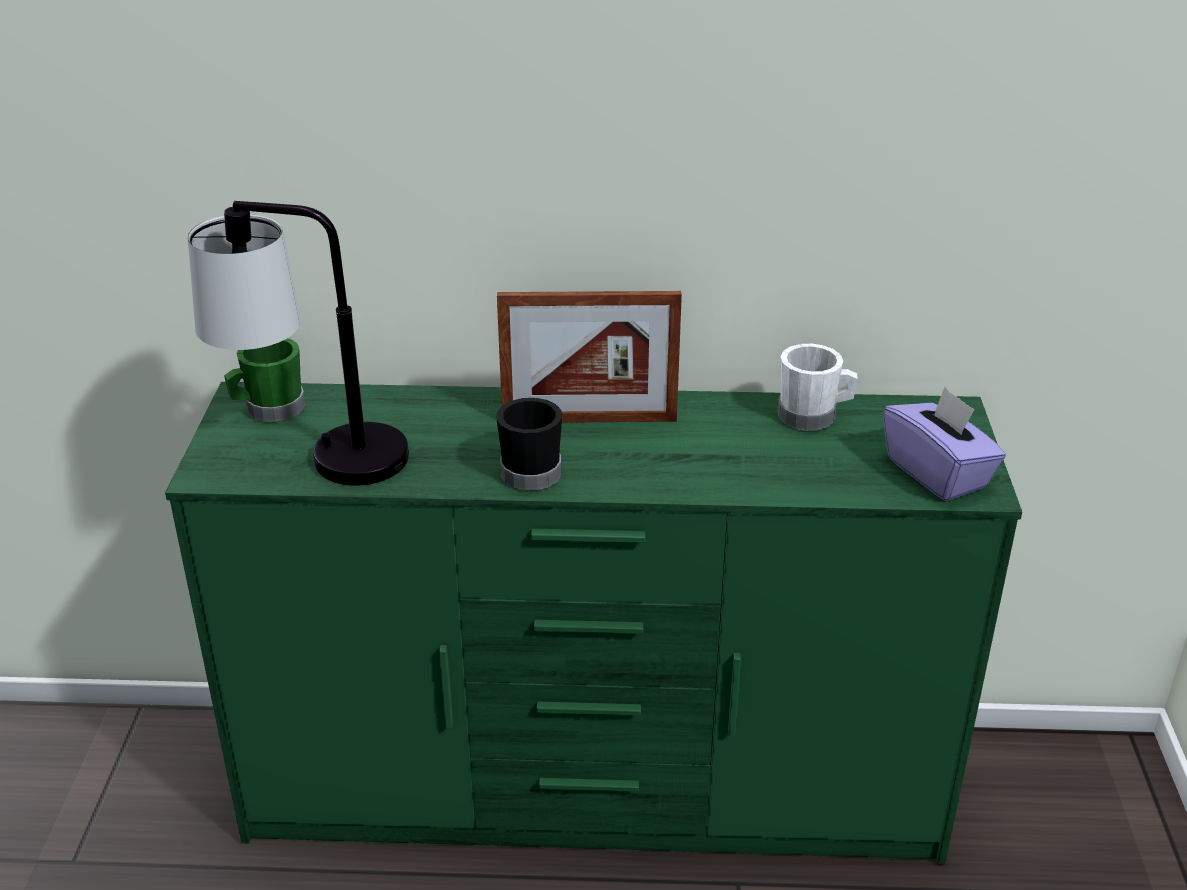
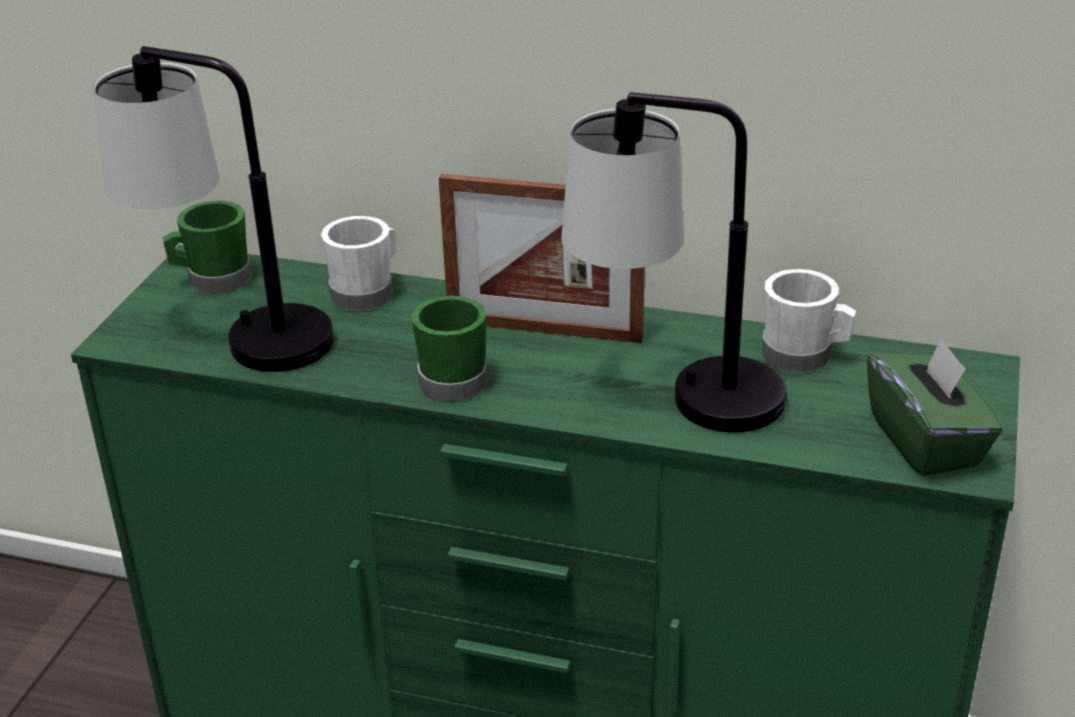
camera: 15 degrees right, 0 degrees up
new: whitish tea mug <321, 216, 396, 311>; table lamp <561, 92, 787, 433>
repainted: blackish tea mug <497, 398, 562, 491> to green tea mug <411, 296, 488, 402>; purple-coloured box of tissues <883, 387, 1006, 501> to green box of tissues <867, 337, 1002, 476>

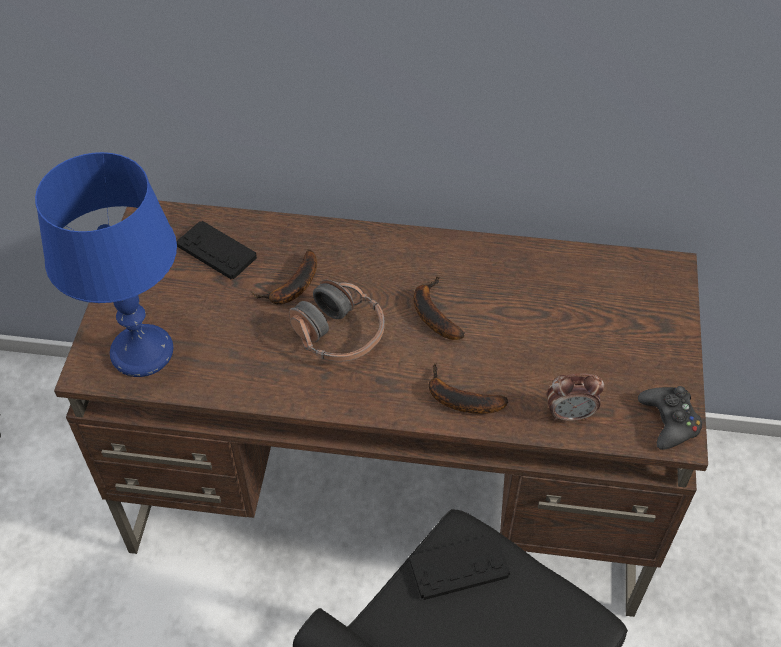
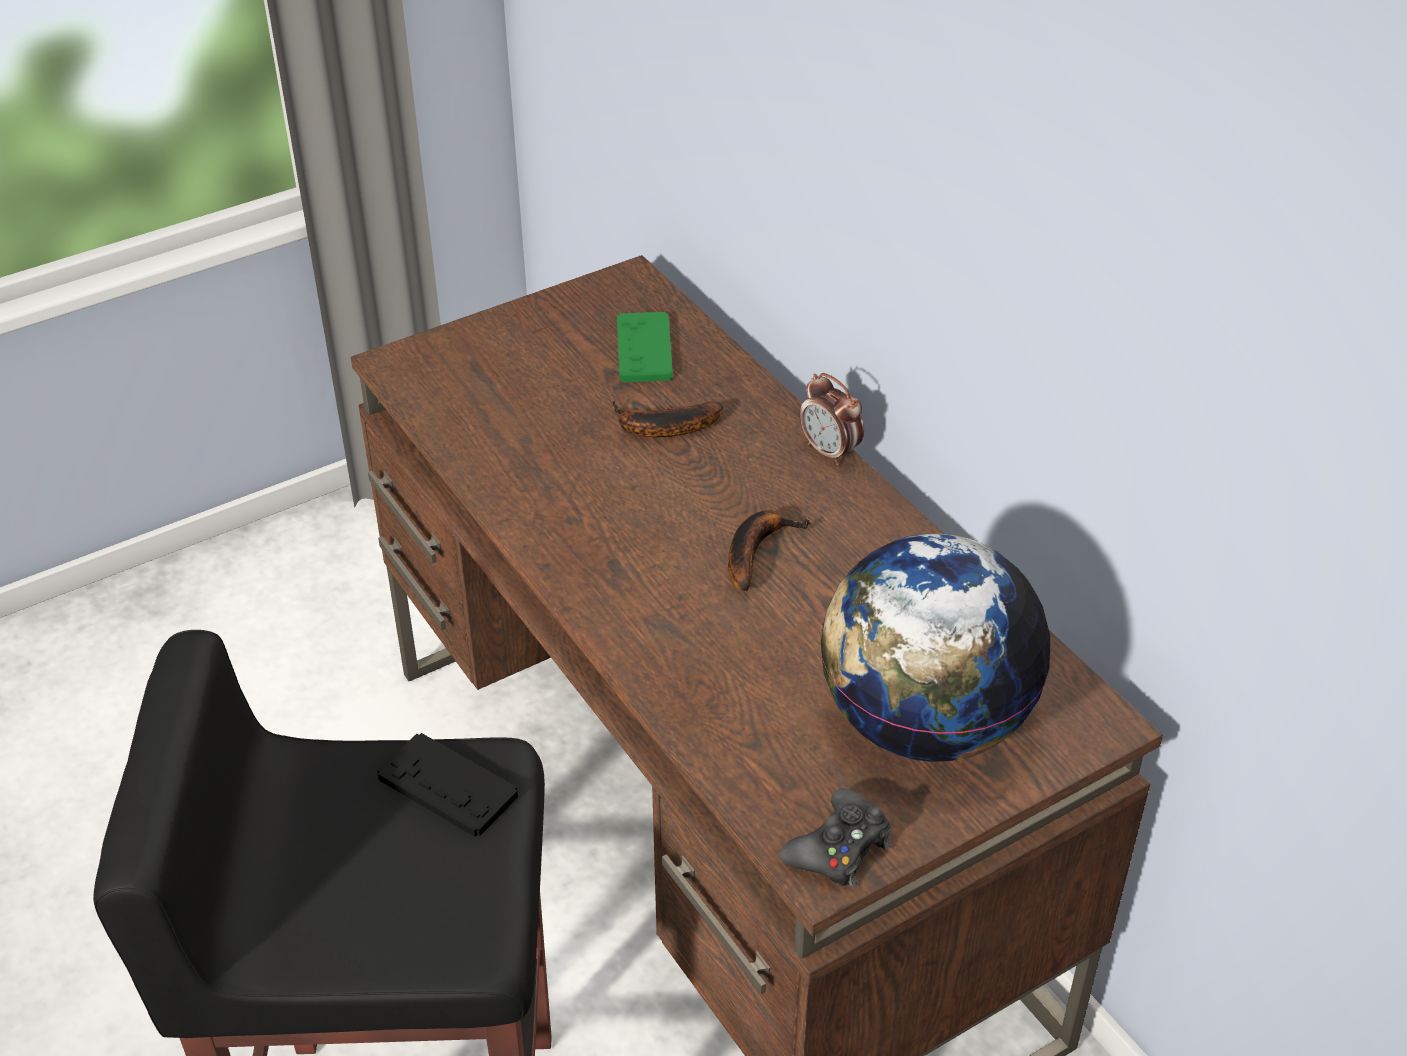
camera: 50 degrees right, 10 degrees down
gone: blue-coloured table lamp <35, 152, 177, 377>; headphones <289, 280, 384, 361>; banana fruit <429, 364, 508, 414>
new: desk globe <820, 533, 1051, 762>
shifted: bedside clock <547, 373, 604, 421> to <799, 373, 864, 466>
repainted: blackish game controller <177, 221, 257, 279> to green game controller <617, 312, 673, 382>

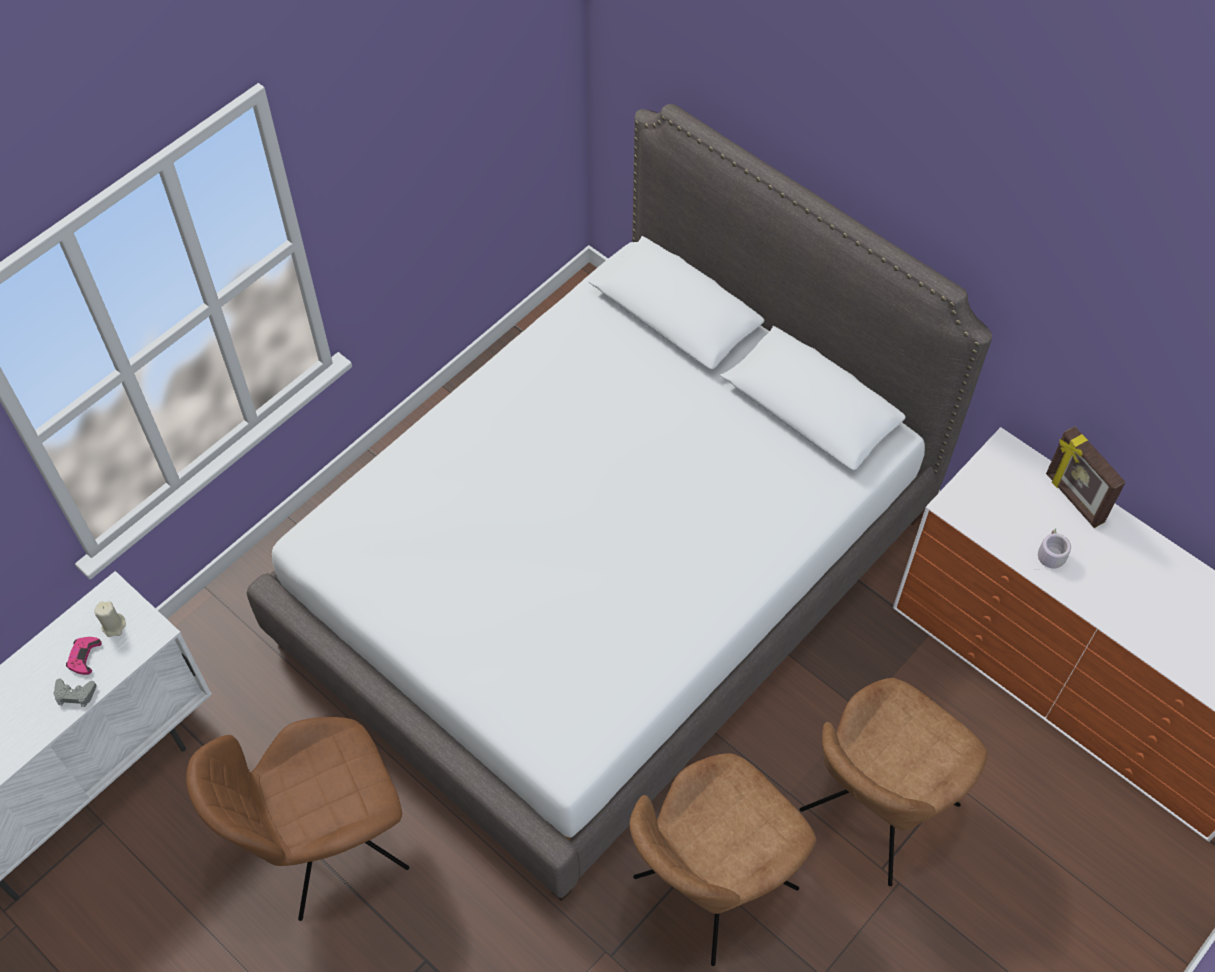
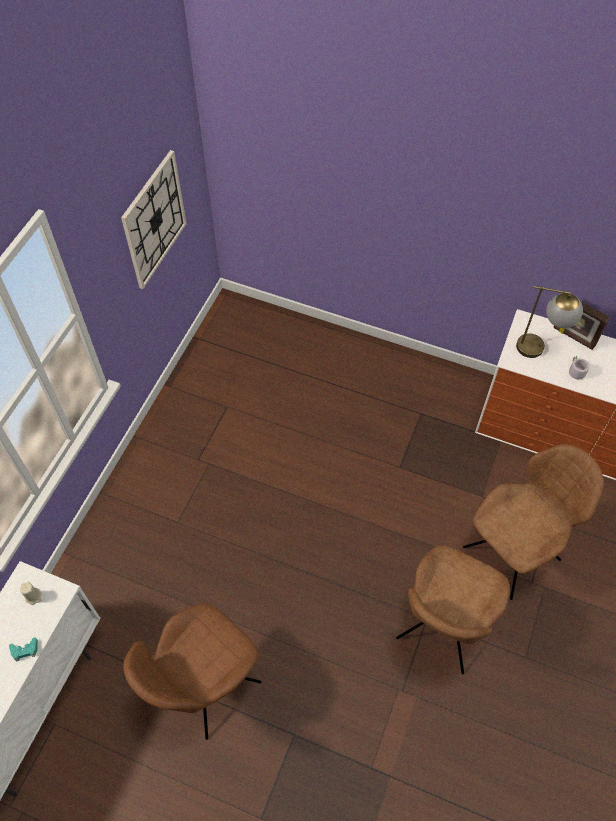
camera: 20 degrees left, 0 degrees up
gone: pinkish game controller <66, 637, 102, 675>; whitish bed <247, 104, 992, 902>
new: hanging clock <121, 150, 187, 289>; table lamp <516, 286, 583, 358>
repainted: grey game controller <54, 679, 96, 707> to turquoise game controller <9, 638, 38, 661>
rotated: brownish upright chair <800, 678, 988, 886> = <463, 444, 604, 600> 150 degrees counterclockwise

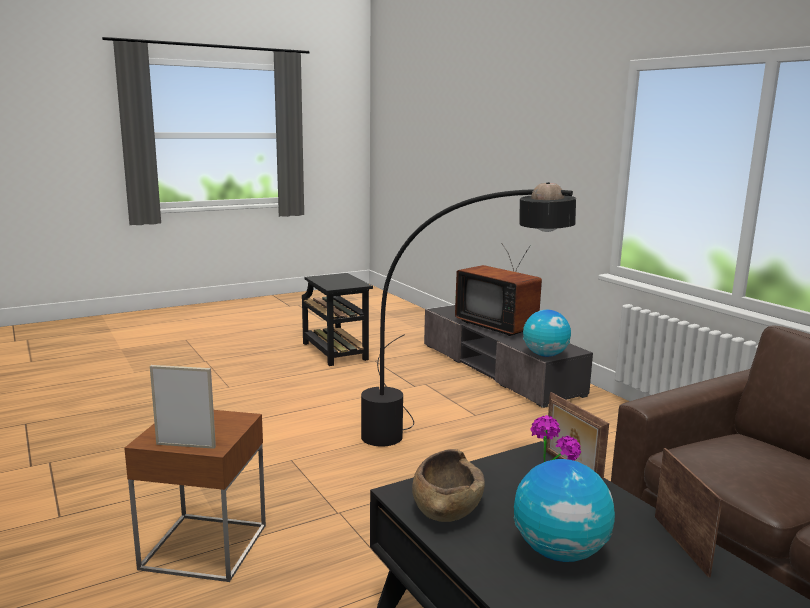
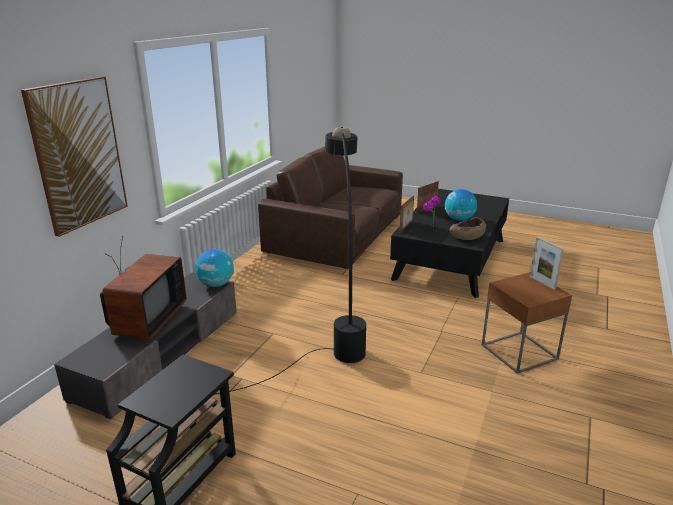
camera: 125 degrees left, 10 degrees up
new: wall picture <21, 76, 128, 237>

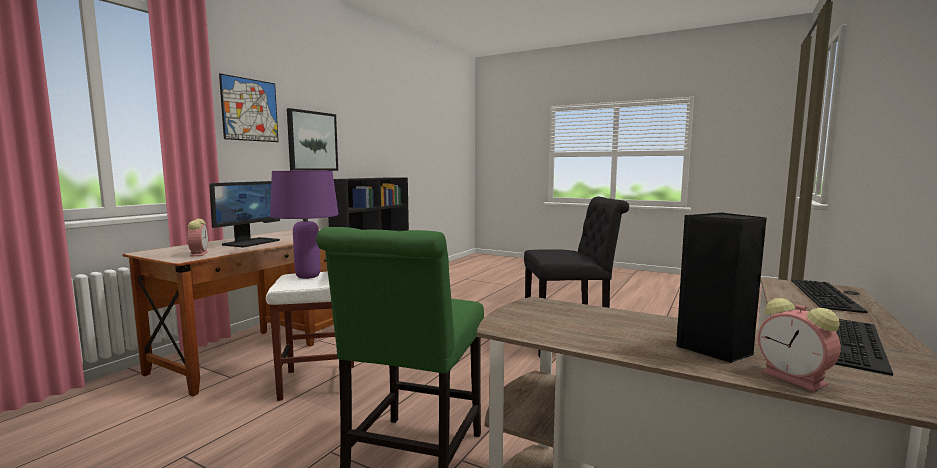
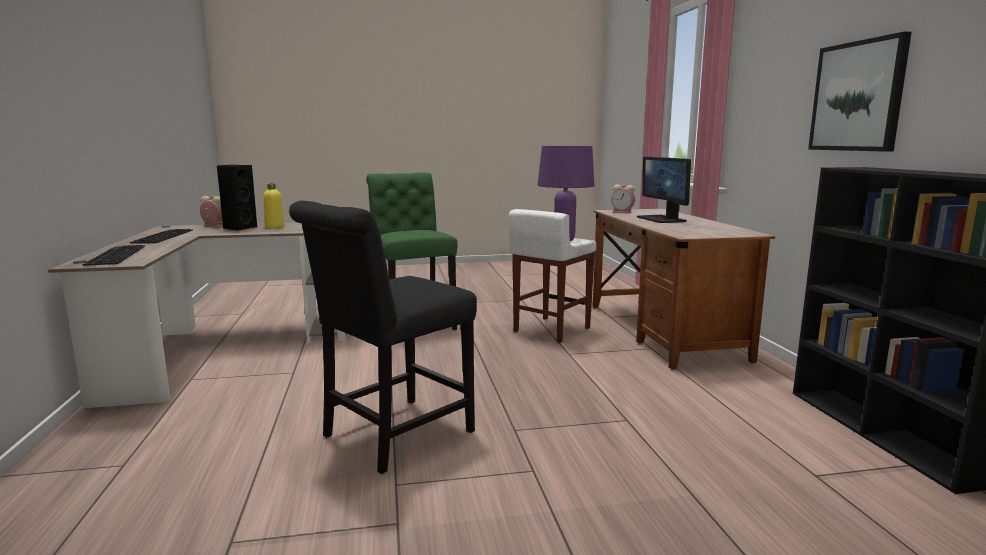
camera: 140 degrees right, 5 degrees up
gone: wall picture <219, 73, 279, 142>
new: yellow-coloured beverage bottle <263, 183, 285, 229>

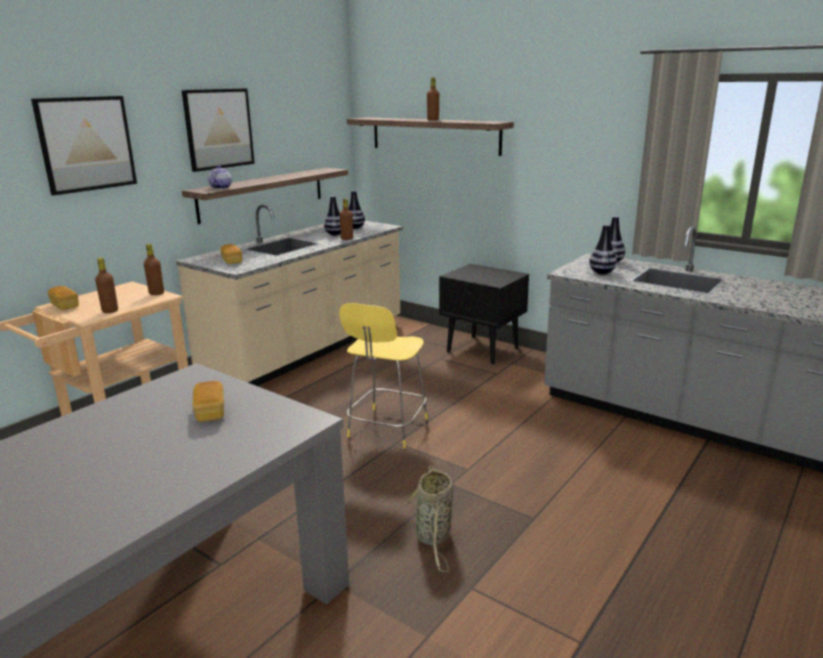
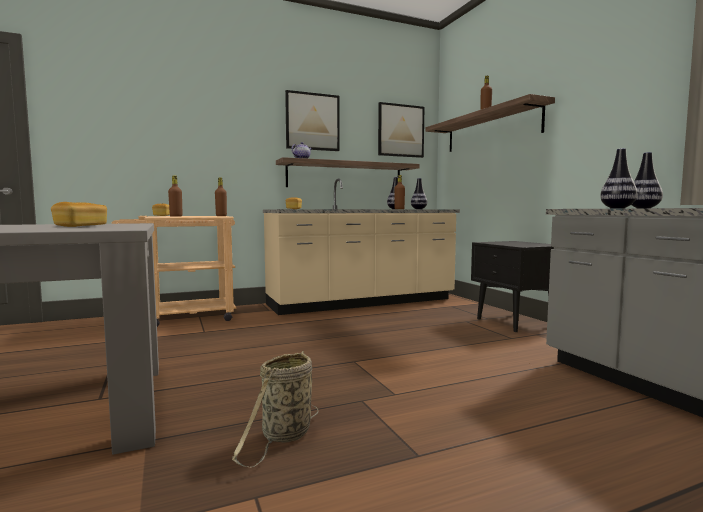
camera: 30 degrees right, 15 degrees down
gone: yellow-coloured sitting stool <339, 303, 428, 448>
shifted: wall picture <31, 96, 137, 196> to <378, 102, 424, 158>

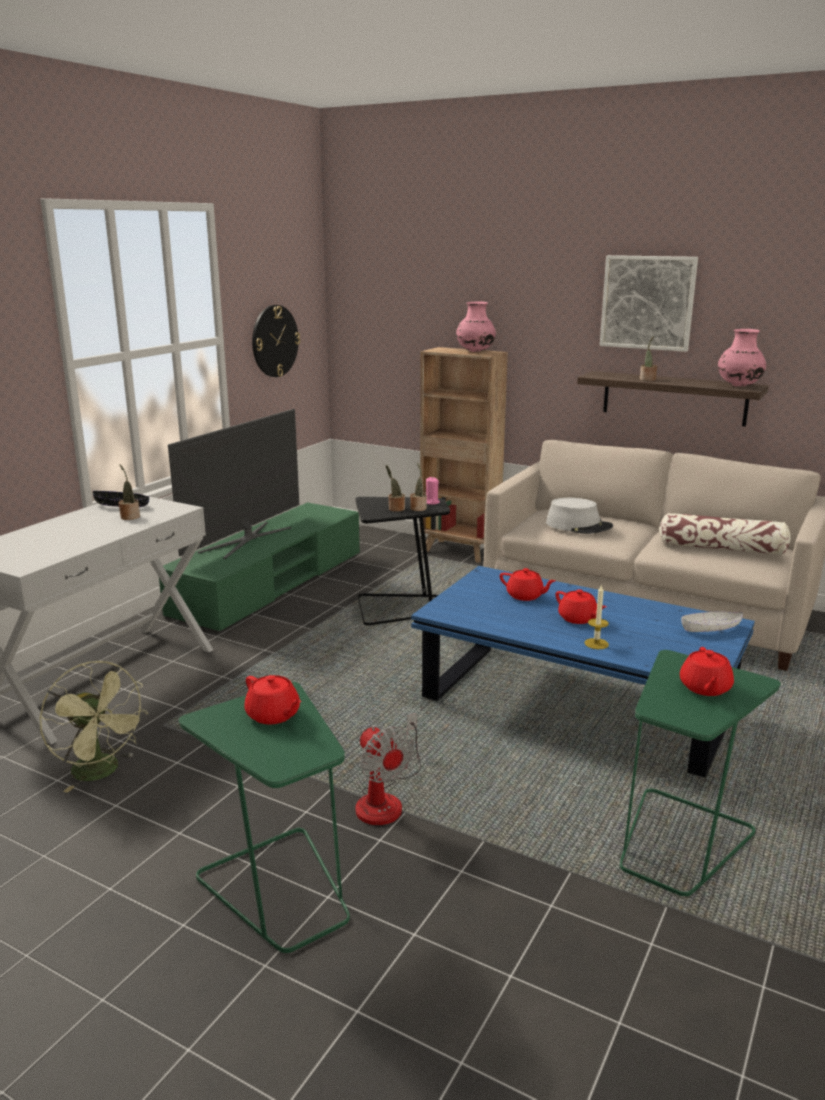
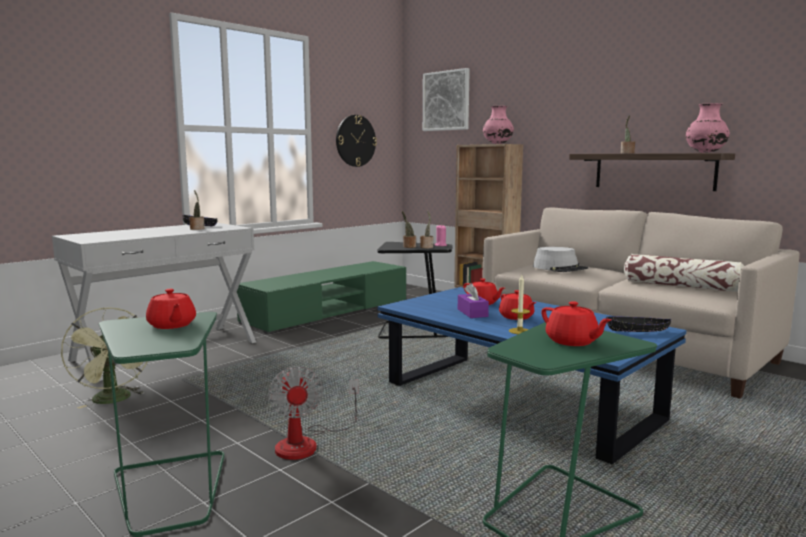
camera: 15 degrees right, 10 degrees down
gone: television <168, 409, 299, 559>
new: purple-coloured box of tissues <458, 283, 489, 318>
shifted: wall picture <600, 255, 698, 352> to <423, 68, 470, 131>
repainted: whitish serving bowl <681, 611, 743, 632> to blackish serving bowl <606, 316, 671, 332>
rotated: reddish teapot <680, 647, 734, 696> = <542, 301, 611, 346> 60 degrees counterclockwise

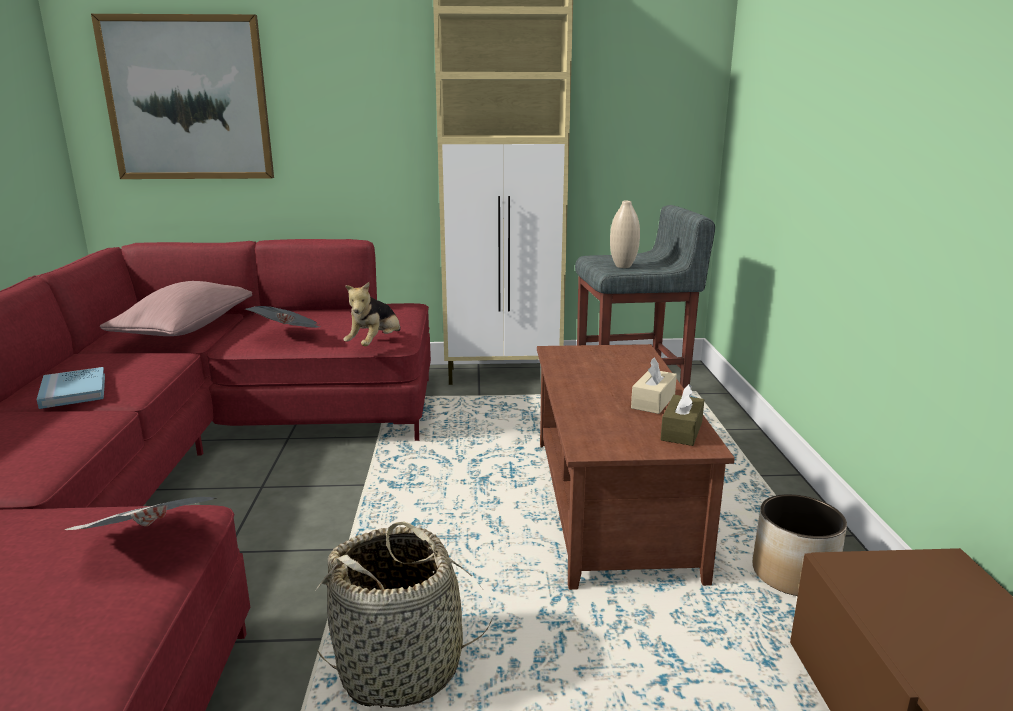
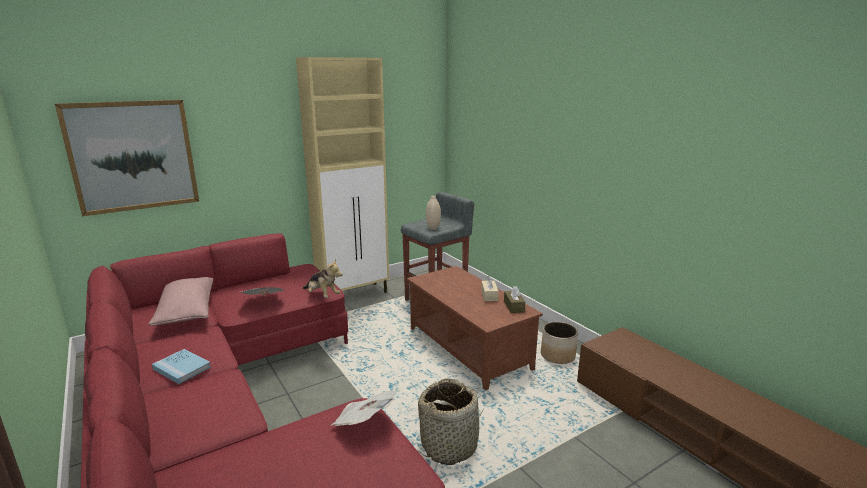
camera: 30 degrees left, 0 degrees up
rotated: soft toy <343, 282, 400, 346> = <303, 259, 343, 298> 45 degrees counterclockwise

